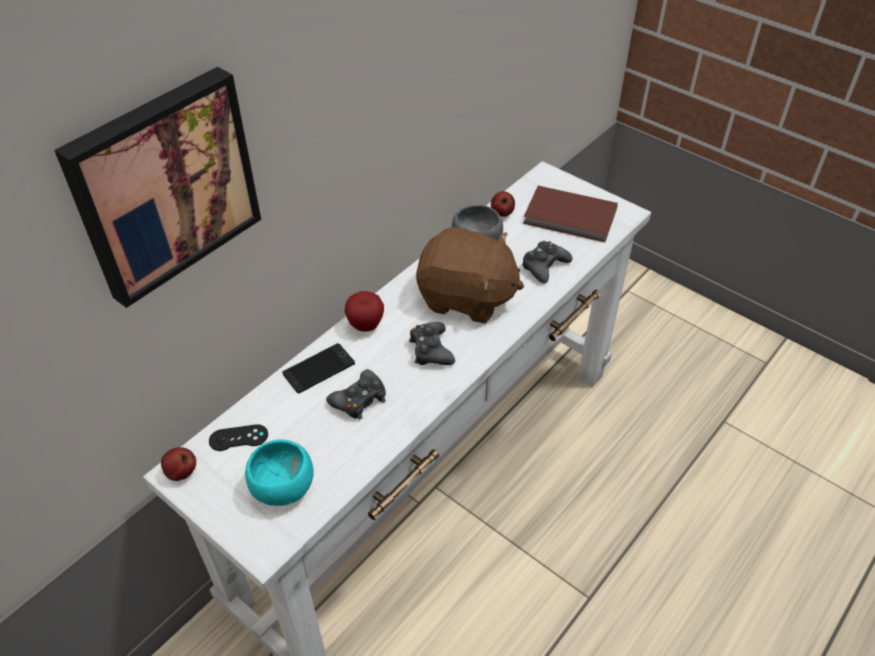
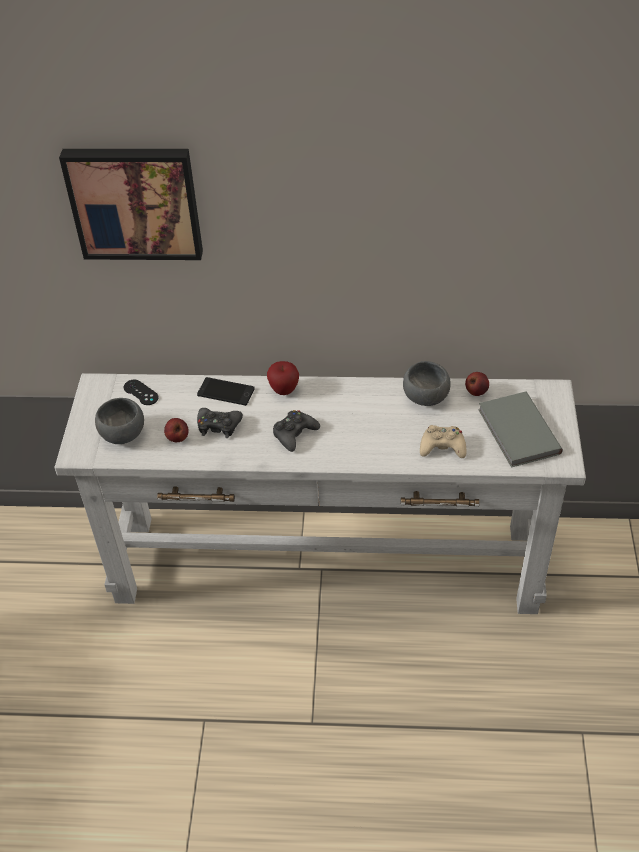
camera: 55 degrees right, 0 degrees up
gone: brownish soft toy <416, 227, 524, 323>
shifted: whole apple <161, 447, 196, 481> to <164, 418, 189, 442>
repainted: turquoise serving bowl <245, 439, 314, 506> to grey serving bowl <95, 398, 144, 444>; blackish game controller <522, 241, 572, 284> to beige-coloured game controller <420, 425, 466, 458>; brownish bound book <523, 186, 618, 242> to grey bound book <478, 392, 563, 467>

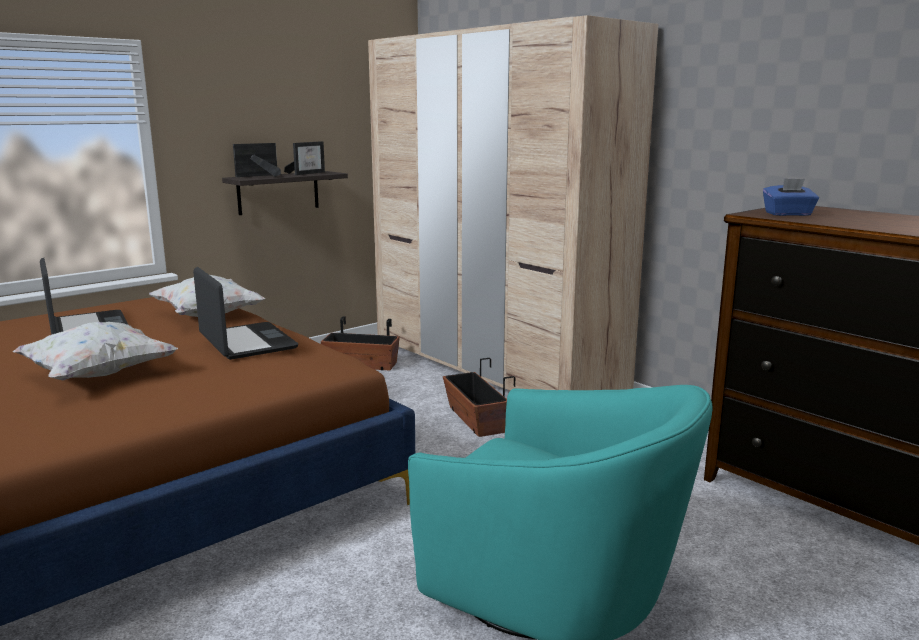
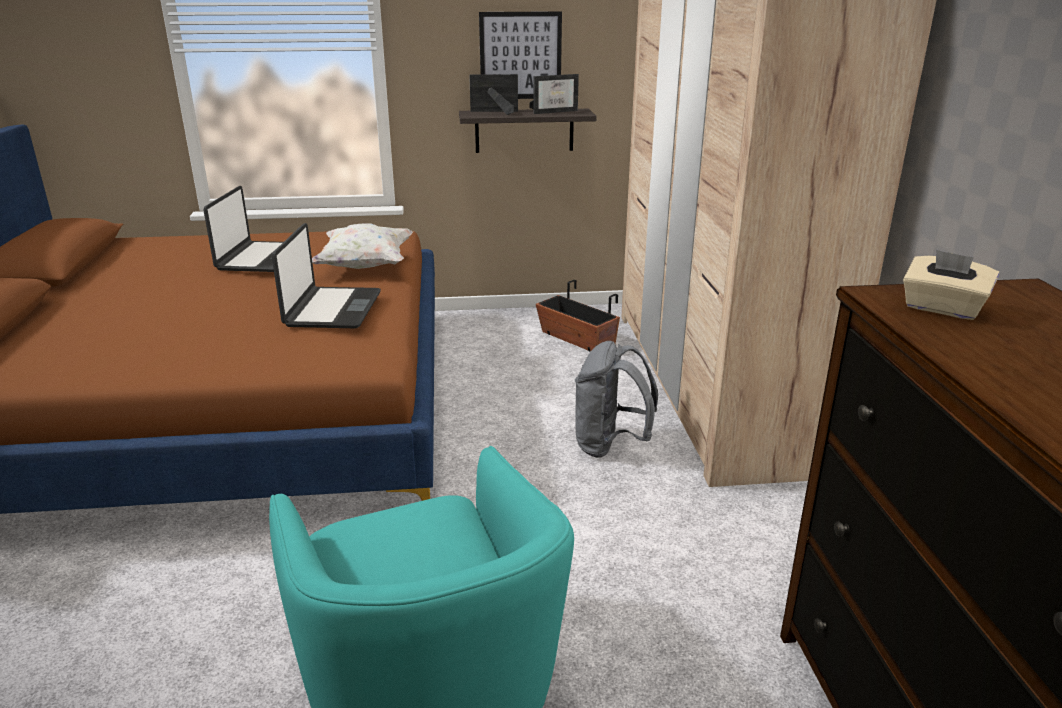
camera: 35 degrees right, 10 degrees up
gone: whitish throw pillow <13, 322, 178, 381>
new: wall picture <479, 11, 562, 99>
swapped: plant pot <443, 358, 515, 437> to grey backpack <575, 341, 658, 458>
repainted: blue-coloured box of tissues <763, 178, 819, 216> to beige-coloured box of tissues <903, 249, 999, 320>

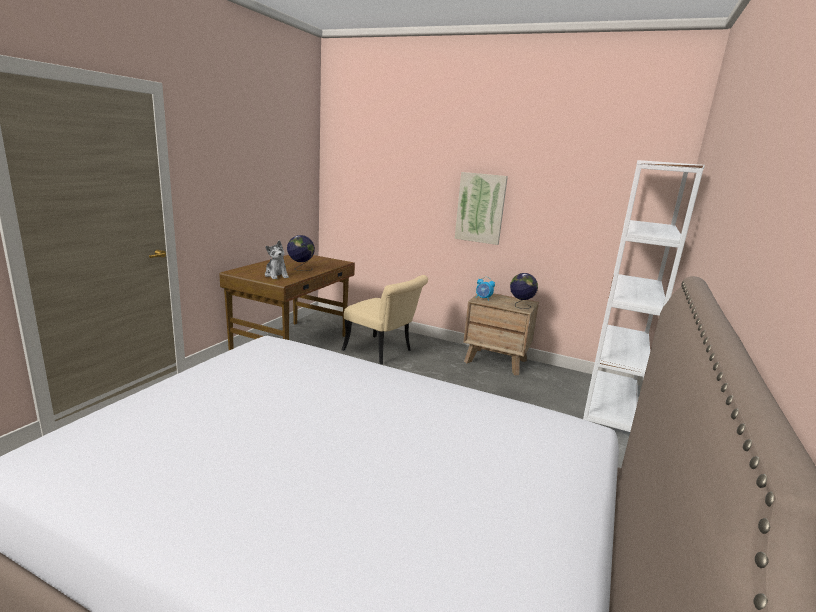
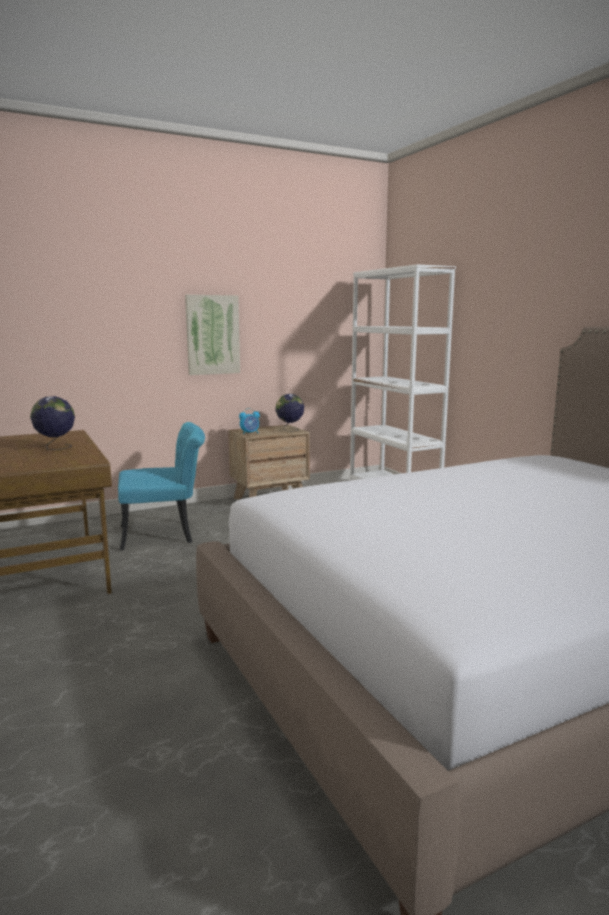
camera: 50 degrees left, 5 degrees down
gone: soft toy <265, 240, 289, 279>
repainted: beige-coloured upright chair <341, 275, 428, 365> to turquoise upright chair <118, 422, 205, 551>

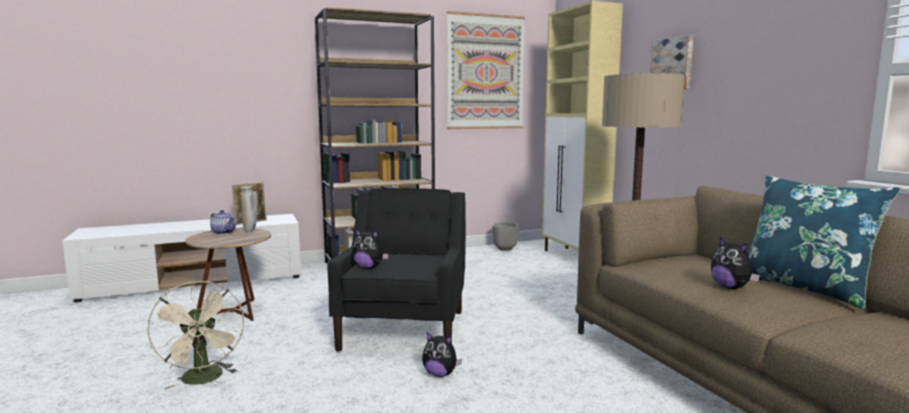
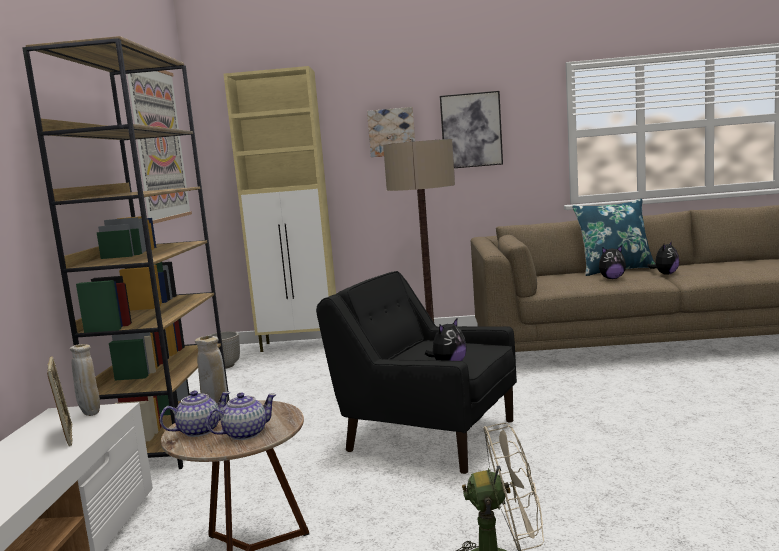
camera: 65 degrees left, 0 degrees up
new: beige-coloured vase <70, 344, 100, 416>; teapot <206, 393, 277, 440>; wall picture <440, 91, 503, 168>
shifted: soft toy <422, 333, 462, 377> to <647, 241, 679, 275>

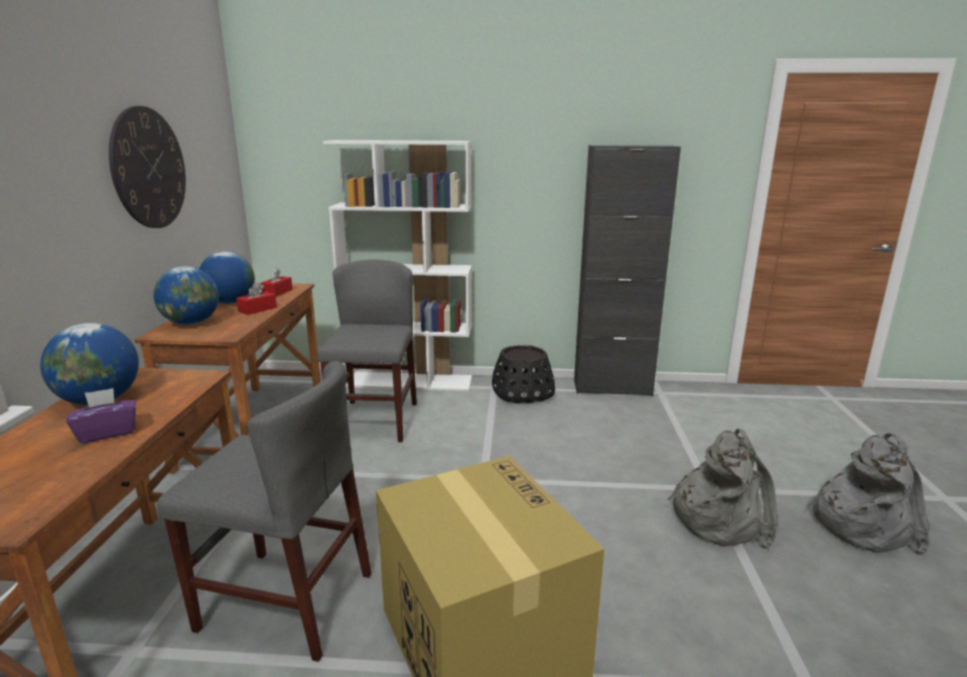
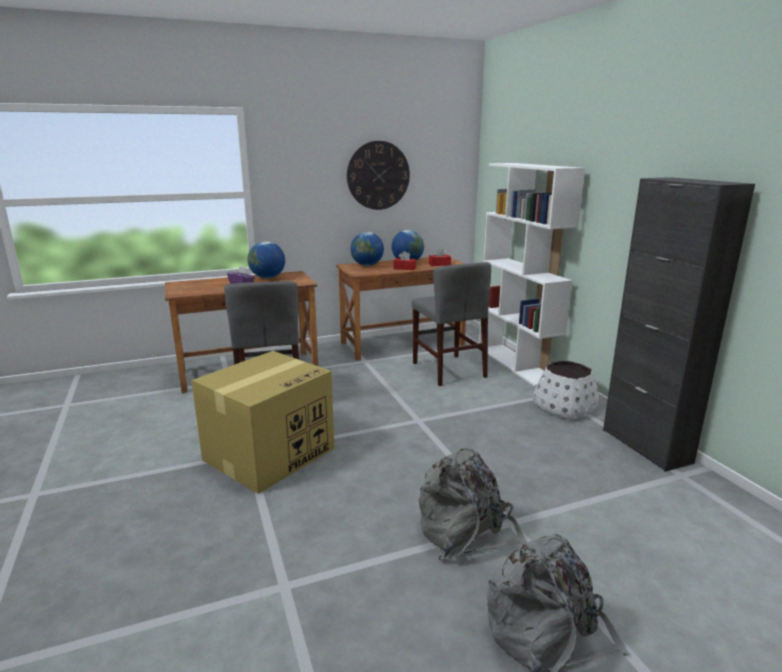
camera: 65 degrees right, 0 degrees up
repainted: blackish plant pot <492, 345, 555, 403> to whitish plant pot <533, 361, 599, 419>
rotated: grey upright chair <317, 259, 417, 442> = <412, 262, 491, 386> 90 degrees clockwise

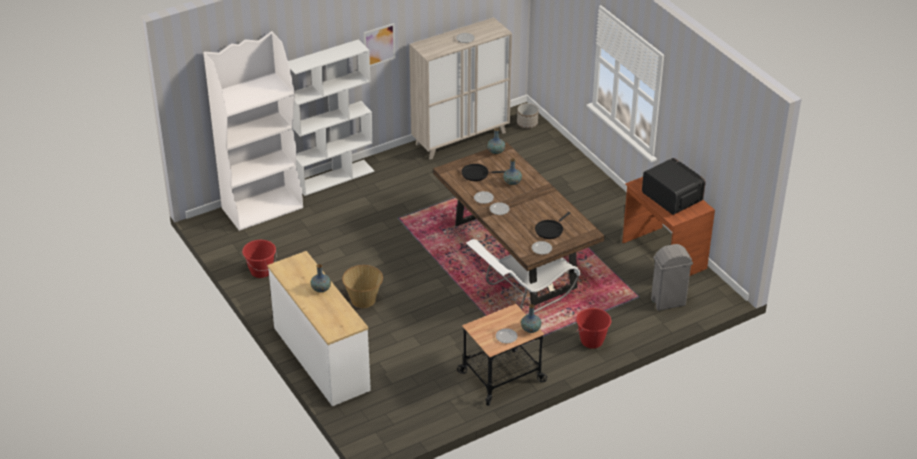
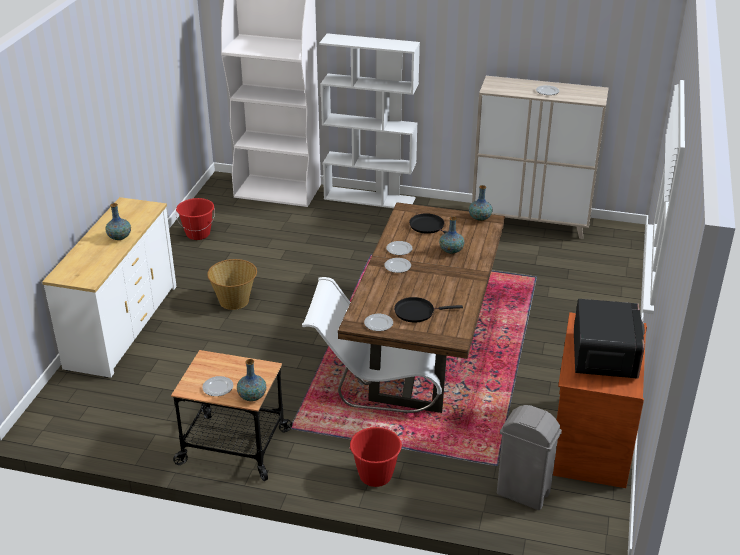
camera: 45 degrees right, 5 degrees down
gone: wall picture <364, 23, 396, 67>; plant pot <517, 103, 539, 128>

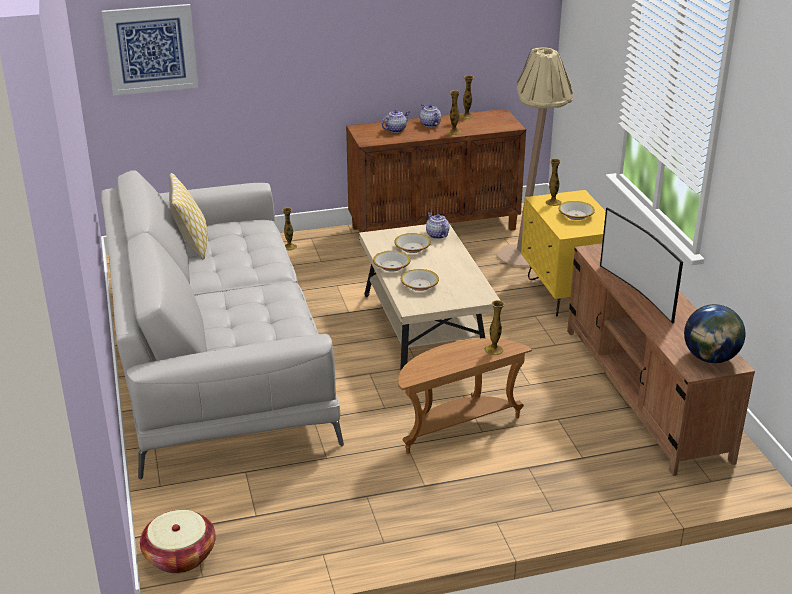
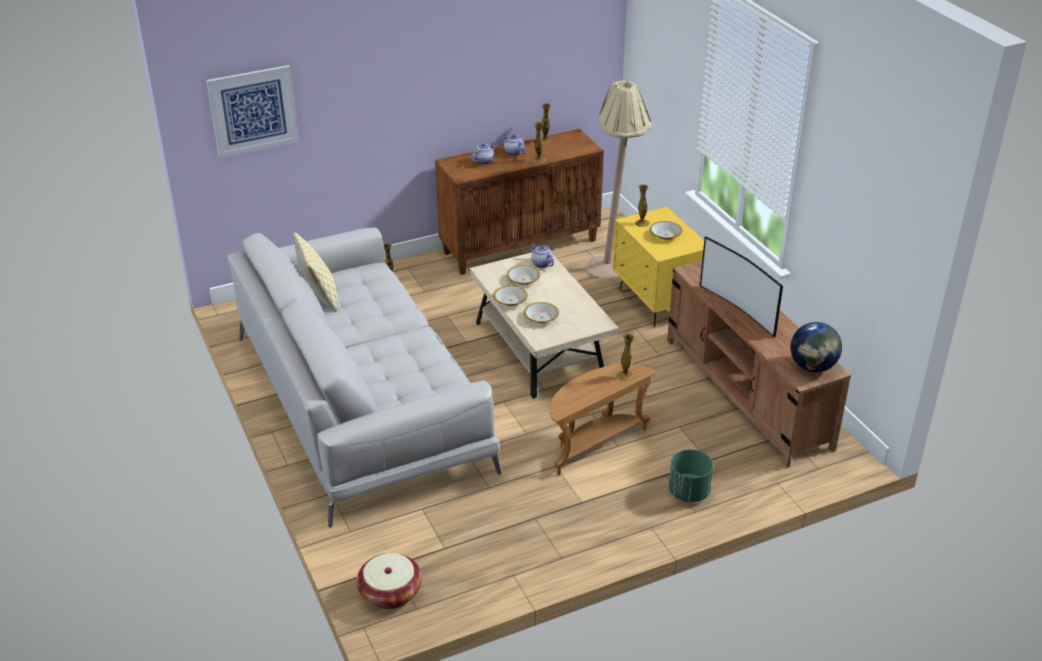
camera: 10 degrees left, 5 degrees up
new: green plant pot <669, 449, 713, 502>

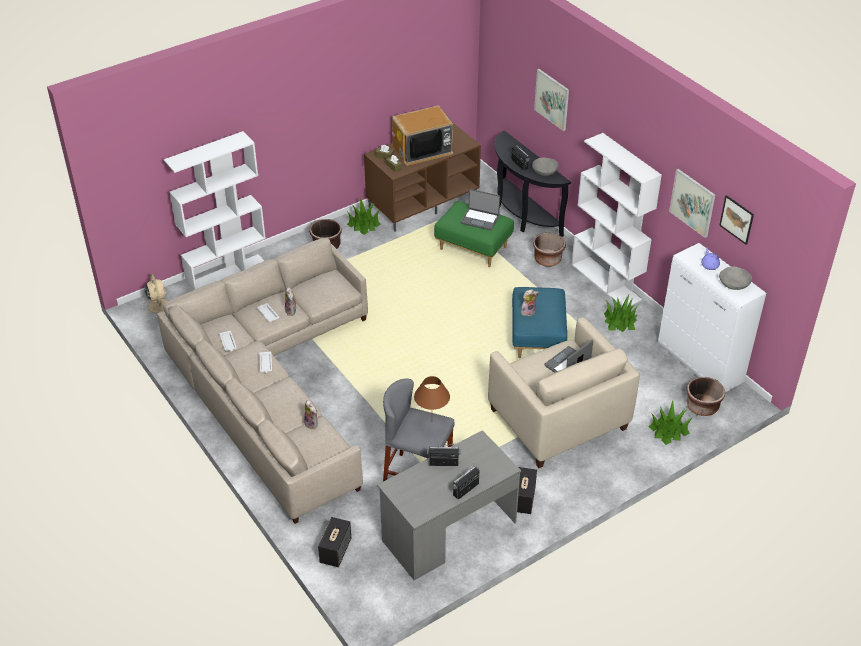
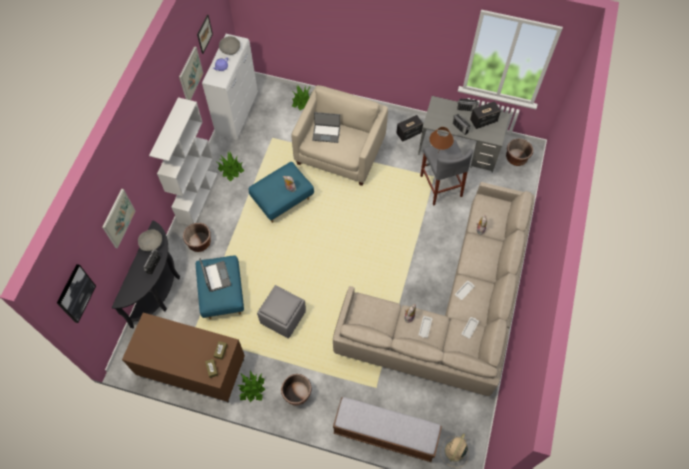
camera: 130 degrees left, 20 degrees up
gone: television <392, 106, 453, 166>
new: wall picture <57, 264, 96, 323>; grey ottoman <257, 285, 306, 339>
shifted: audio speaker <318, 517, 351, 567> to <470, 101, 501, 129>; brownish plant pot <686, 377, 725, 416> to <506, 138, 533, 166>
swapped: whitish shelving unit <164, 131, 266, 291> to indoor bench <333, 397, 442, 462>
repainted: green ottoman <434, 201, 514, 267> to blue-coloured ottoman <196, 255, 244, 319>

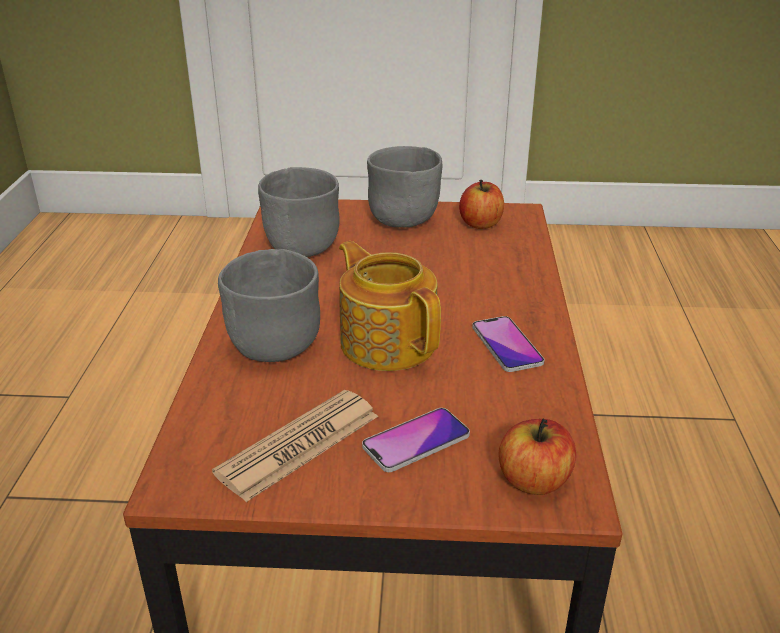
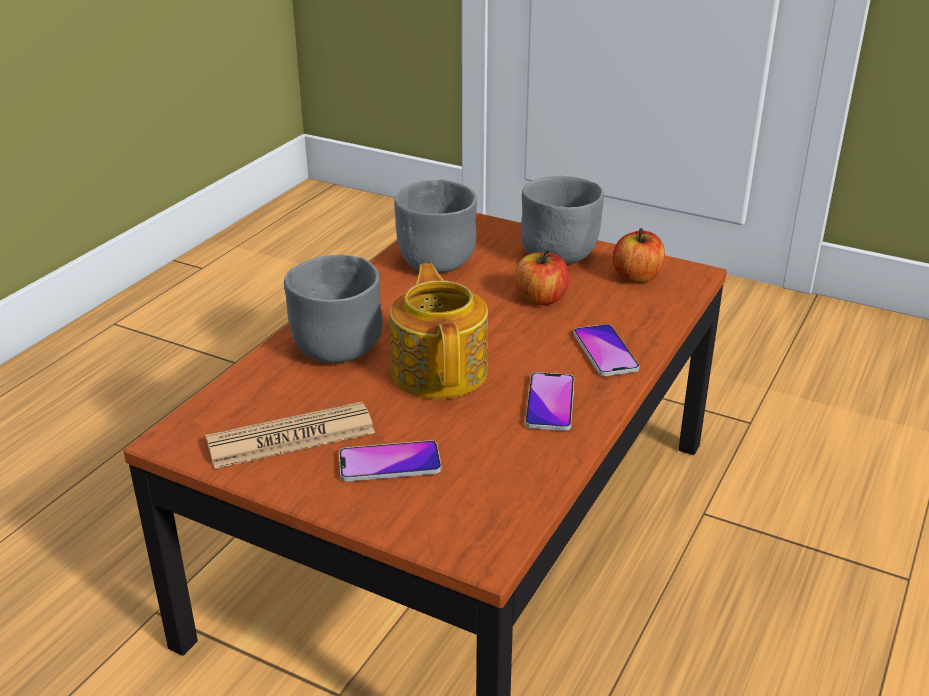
camera: 25 degrees right, 0 degrees up
new: phone <574, 324, 639, 376>
shifted: whole apple <499, 418, 576, 495> to <514, 250, 570, 305>

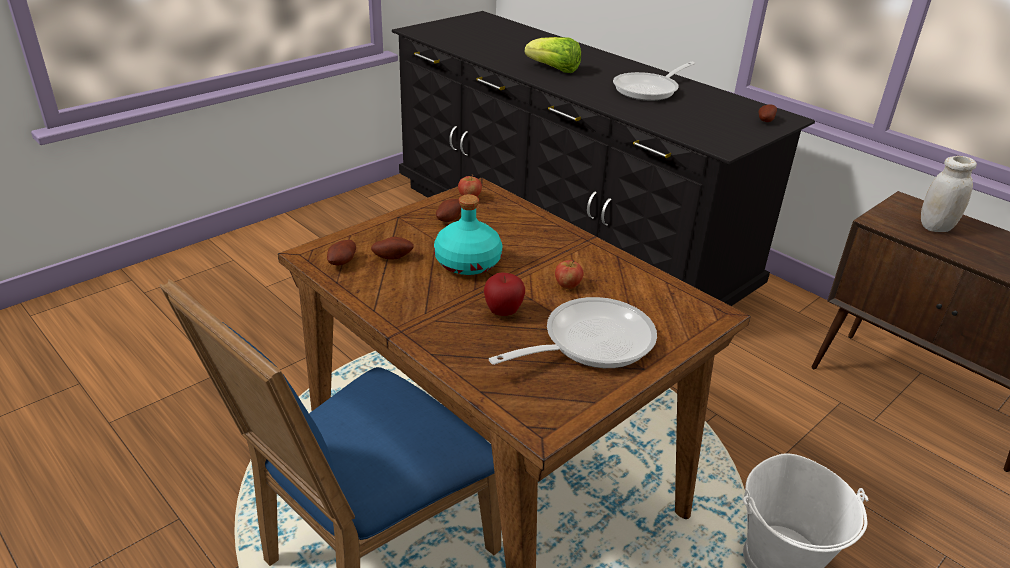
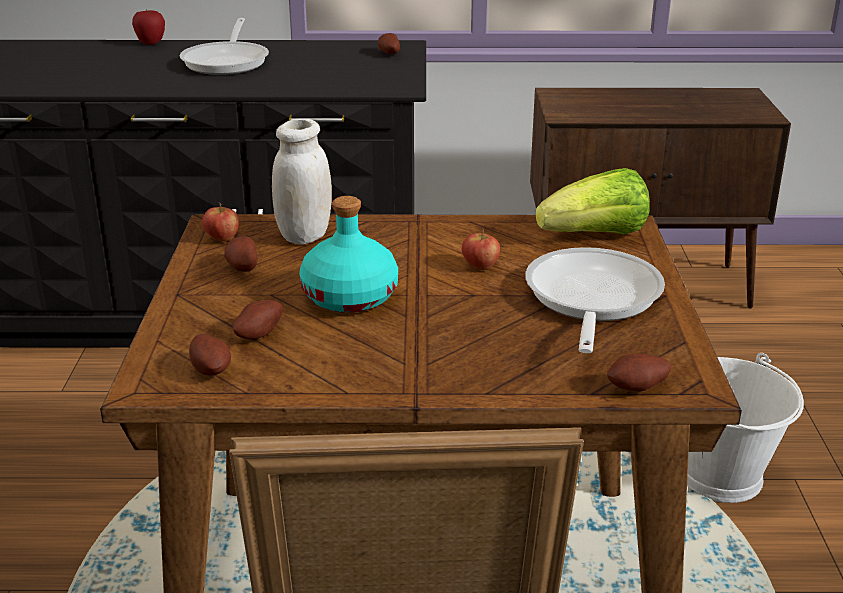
camera: 45 degrees left, 5 degrees down
new: spud <607, 354, 672, 391>
shifted: whole apple <484, 273, 525, 316> to <132, 9, 165, 45>; lettuce <525, 37, 581, 73> to <535, 168, 650, 234>; whitish preserve jar <921, 156, 977, 232> to <272, 118, 332, 245>

